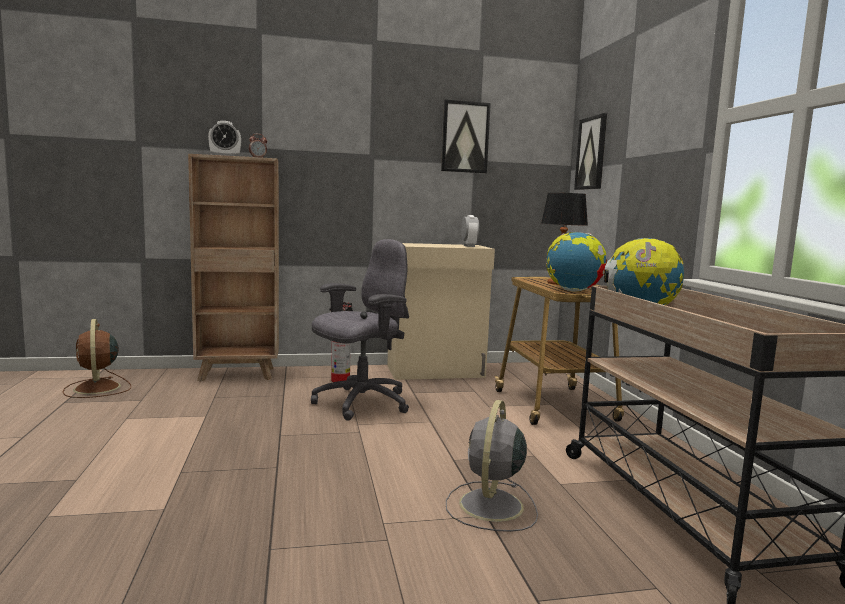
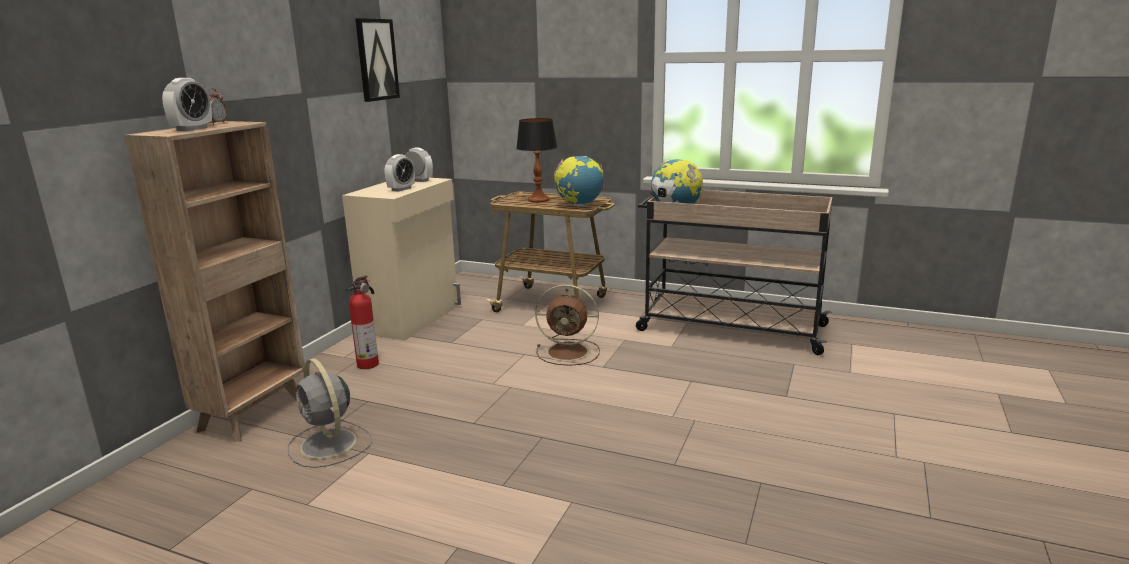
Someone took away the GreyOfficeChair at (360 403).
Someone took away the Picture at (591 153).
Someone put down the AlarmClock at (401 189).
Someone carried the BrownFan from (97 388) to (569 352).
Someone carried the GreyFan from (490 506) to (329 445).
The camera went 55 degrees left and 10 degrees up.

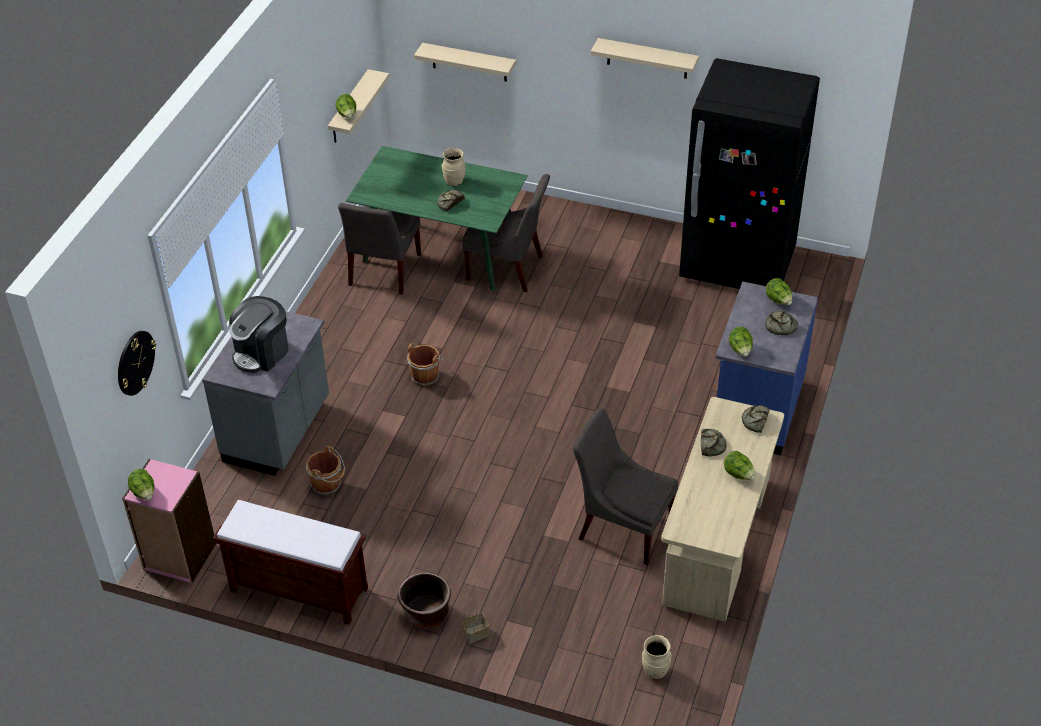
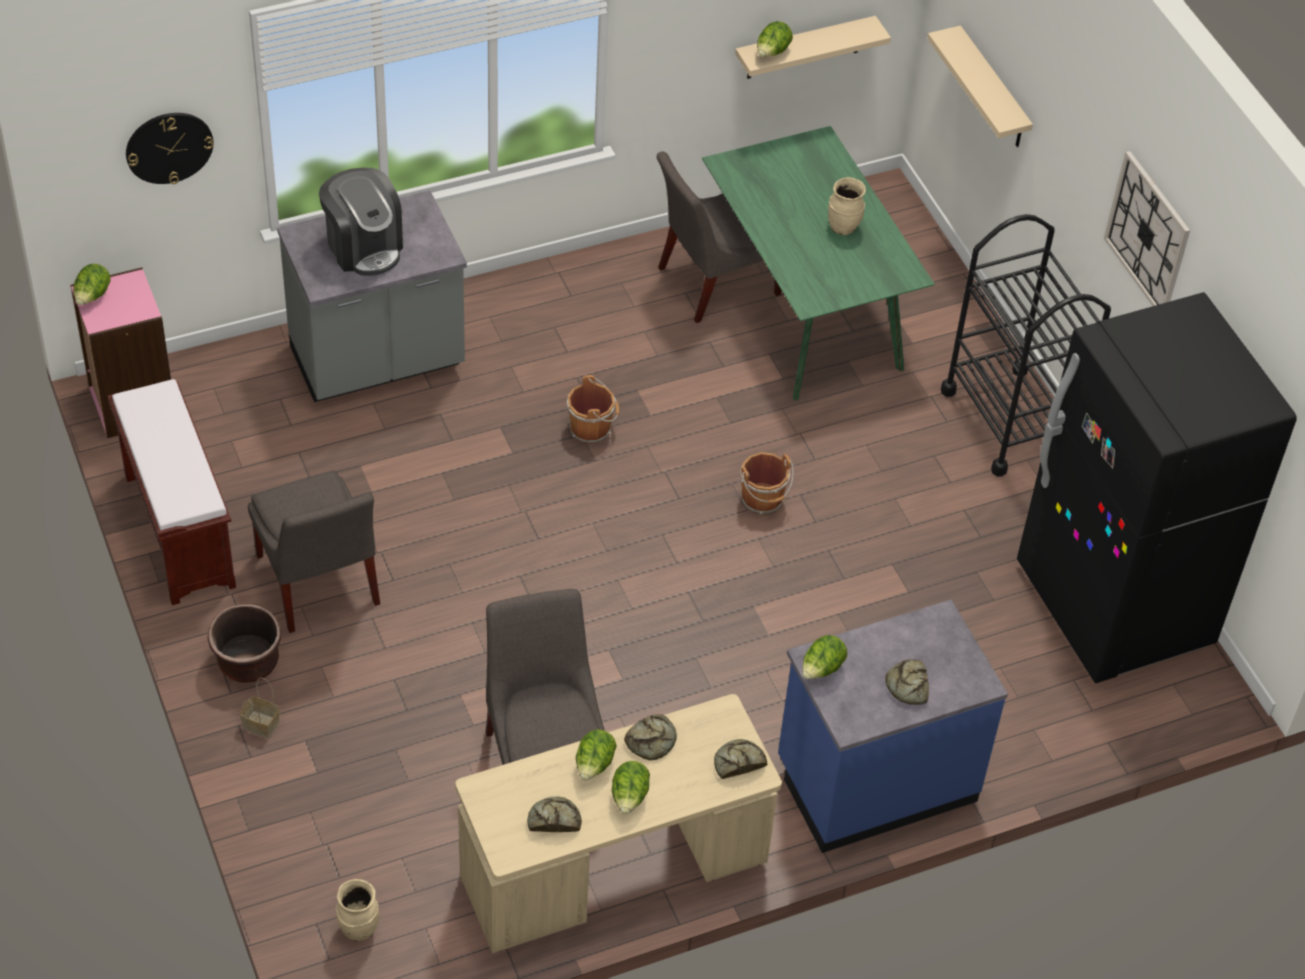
Someone put down the BlackCart at (1009 420).
Someone carried the BrownBucket from (327 484) to (763 501).
Someone carried the Bread from (449 202) to (554 819).
Someone carried the GreyChair from (508 269) to (318 584).
Someone carried the Lettuce from (778 300) to (594 765).
Someone swapped the BeigeShelf at (647 58) for the WallClock at (1148 233).
Someone rotated the CoffeeMachine at (262 352) by 120 degrees counterclockwise.
The camera went 45 degrees right and 5 degrees up.

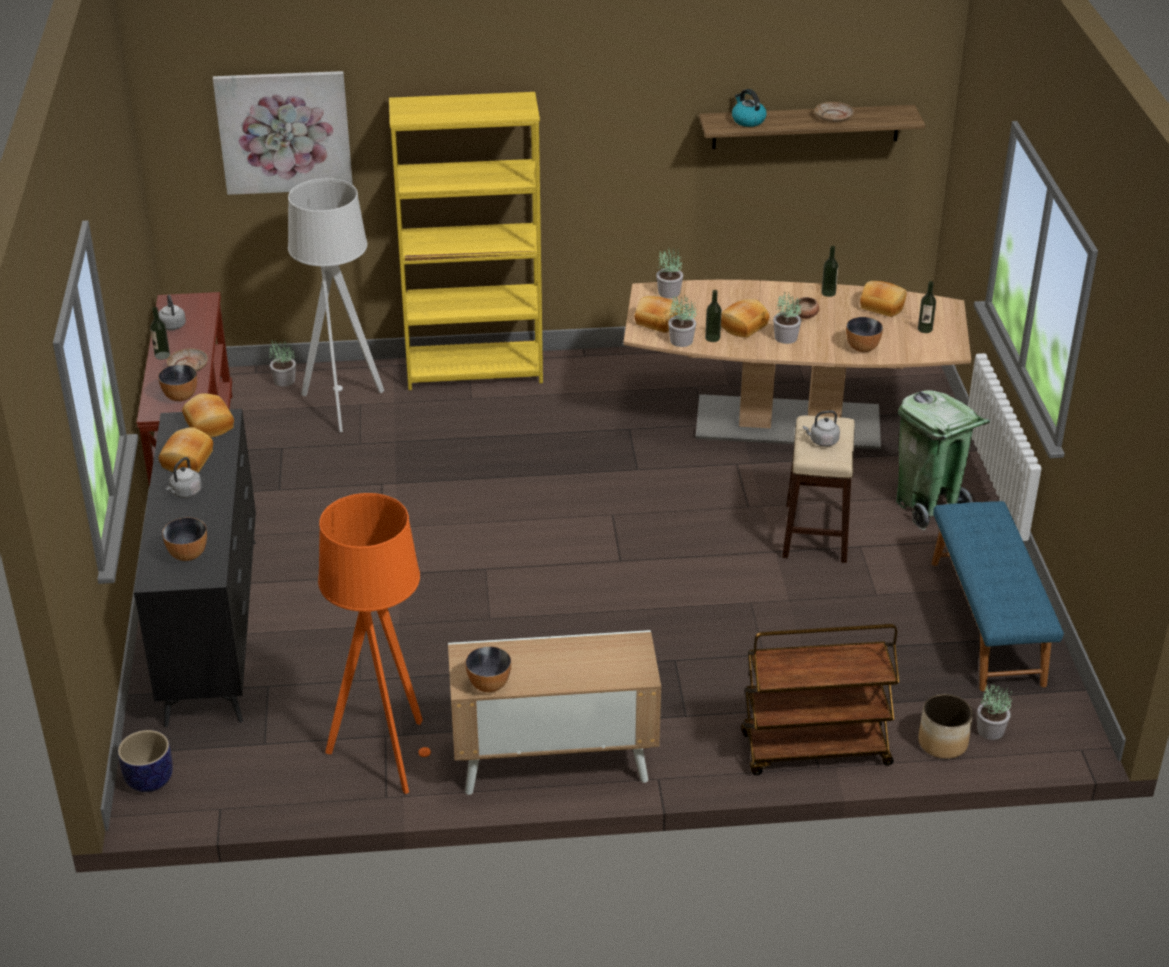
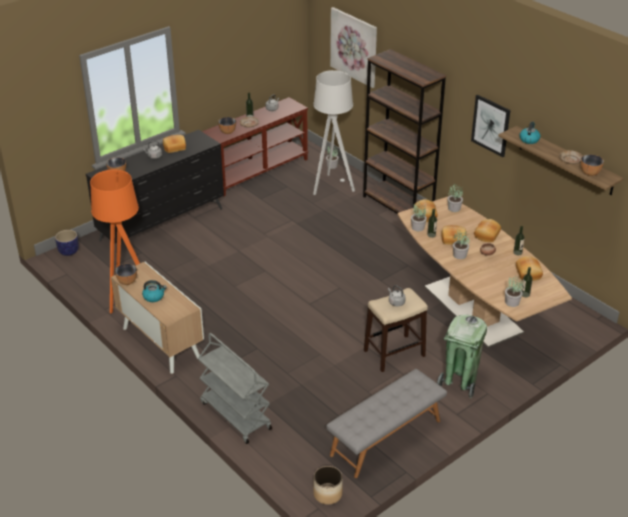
Someone put down the Kettle at (154 297).
Someone put up the Picture at (491 125).
Someone carried the Bread from (208 425) to (486 235).
Someone carried the Bowl from (862 348) to (590 173).
Someone carried the Planter from (943 743) to (327 494).
Someone carried the PottedPlant from (990 730) to (511 302).
Someone repainted the YellowBookcase at (475 371), which became the BrownBookcase at (398 206).
Someone repainted the BrownCart at (814 750), which became the GreyCart at (235 415).
Someone repainted the BlueBench at (988 622), which became the GreyBench at (386 438).
The camera went 55 degrees right and 0 degrees up.

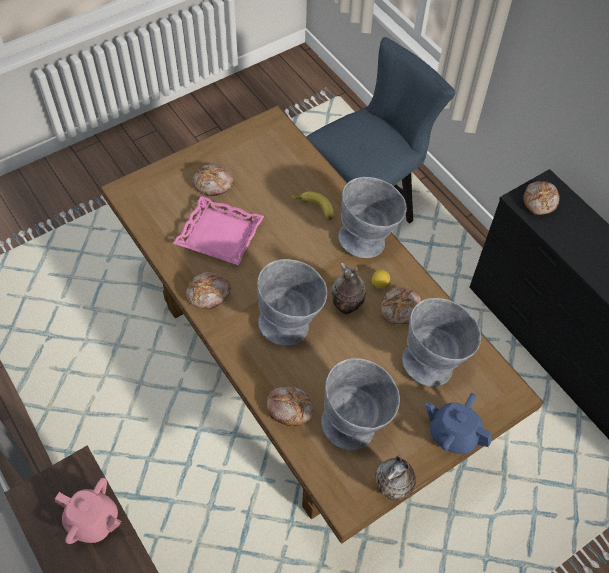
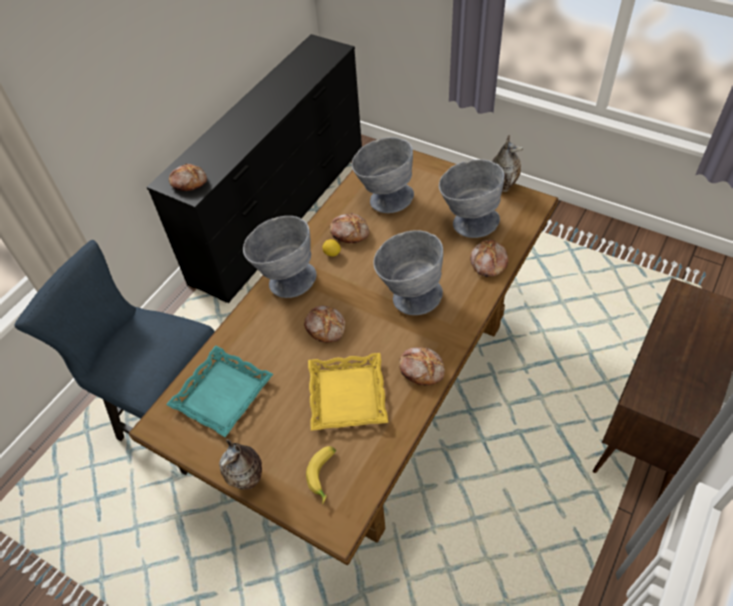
Someone took away the PinkTeapot at (93 521).
Someone took away the BlueTeapot at (453 434).
Someone put down the TurquoiseTray at (223 395).
Someone carried the Bread from (214 184) to (326 327).
Someone carried the Banana from (314 209) to (325 475).
Someone carried the Vase from (346 307) to (248 480).
Someone repainted the PinkTray at (220 234), which became the YellowTray at (346 395).
The camera went 110 degrees left and 5 degrees down.

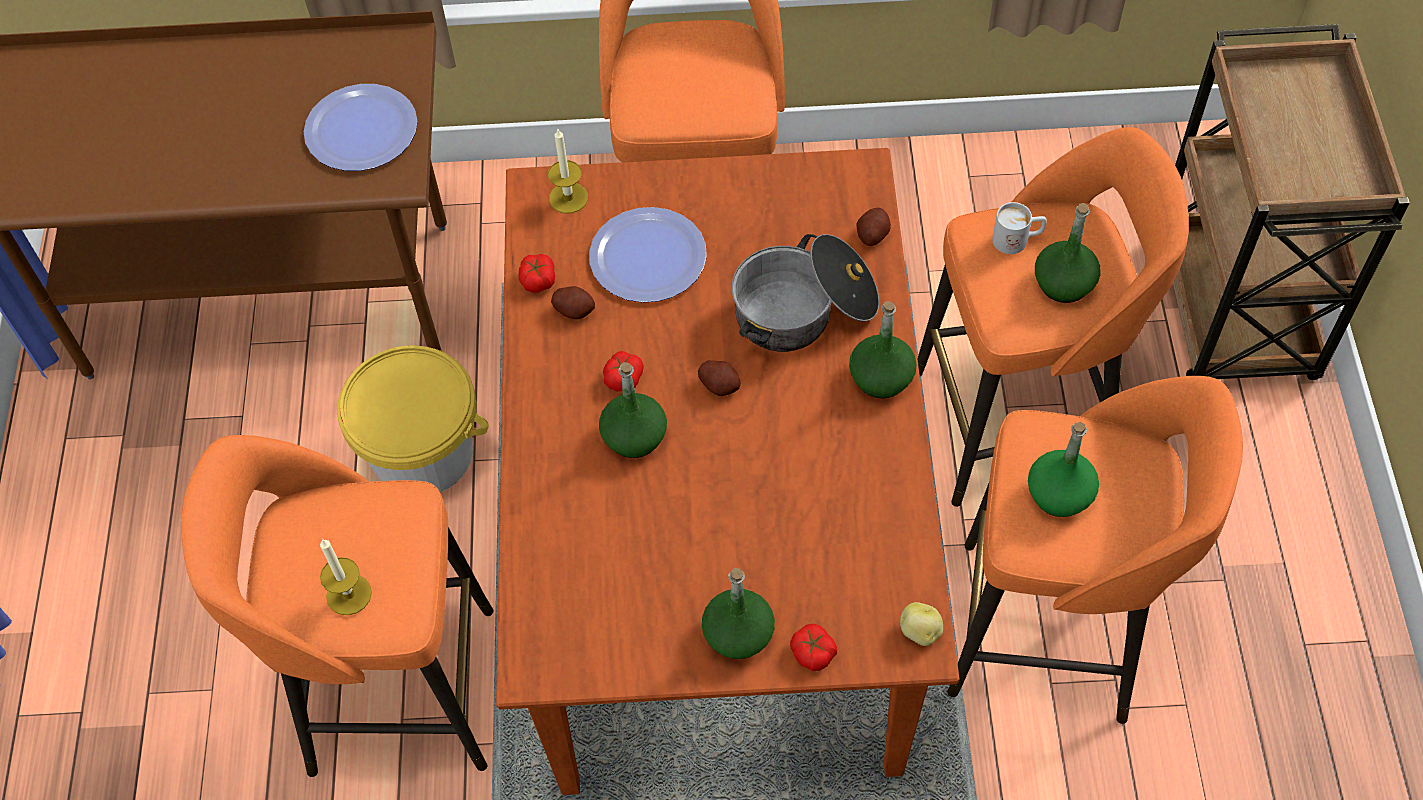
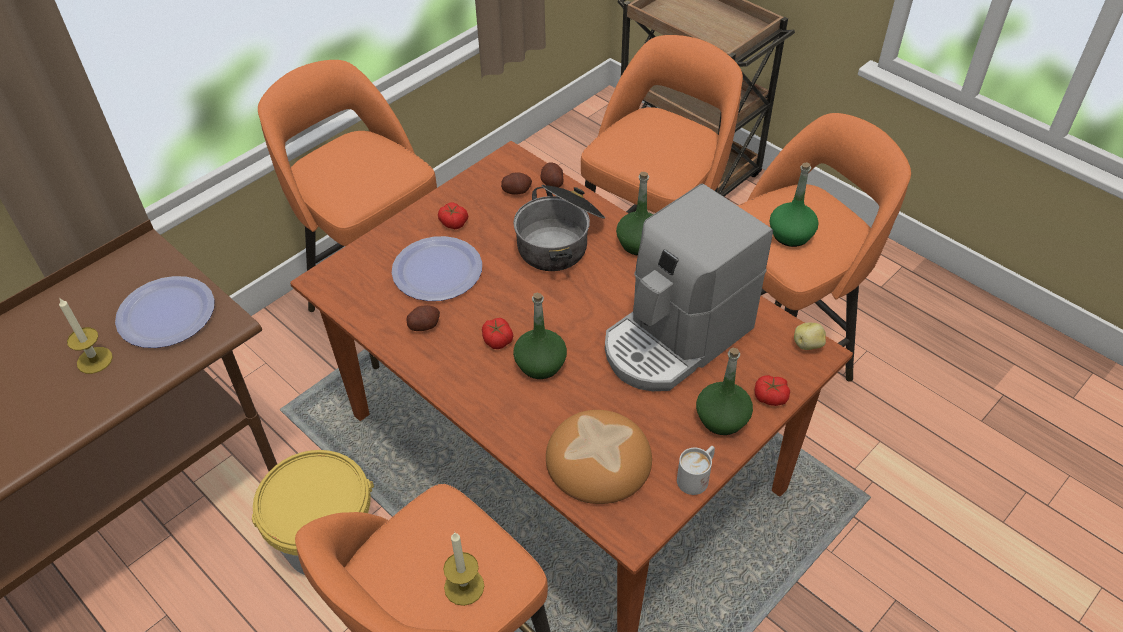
Someone took away the GreenBottle at (1064 284).
Someone put down the Bread at (599 460).
Someone put down the CoffeeMachine at (675 339).
Someone carried the Tomato from (538 280) to (453 222).
Someone carried the Candle from (568 198) to (94 360).
Someone carried the Potato from (720 385) to (516 191).
Someone carried the WhiteMug from (1017 240) to (697 476).
The camera went 45 degrees left and 10 degrees down.

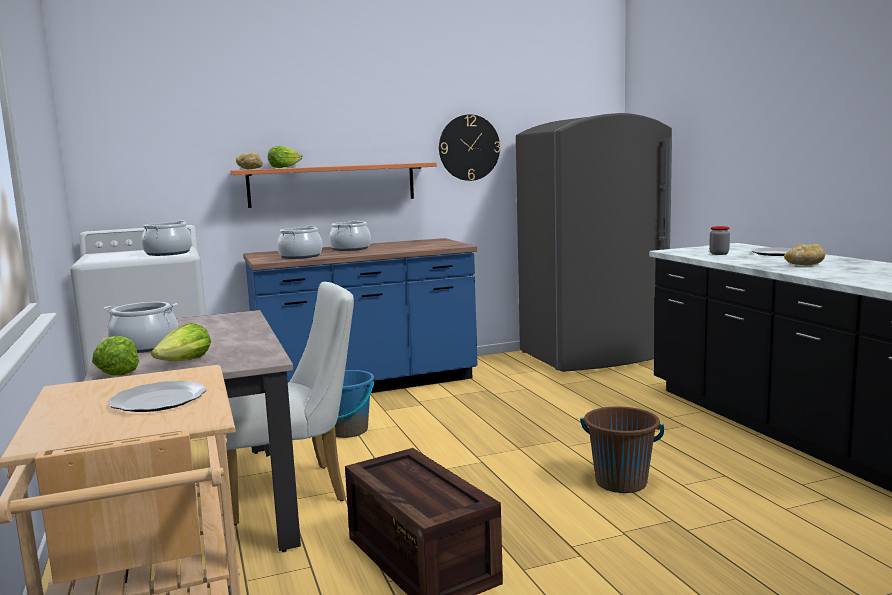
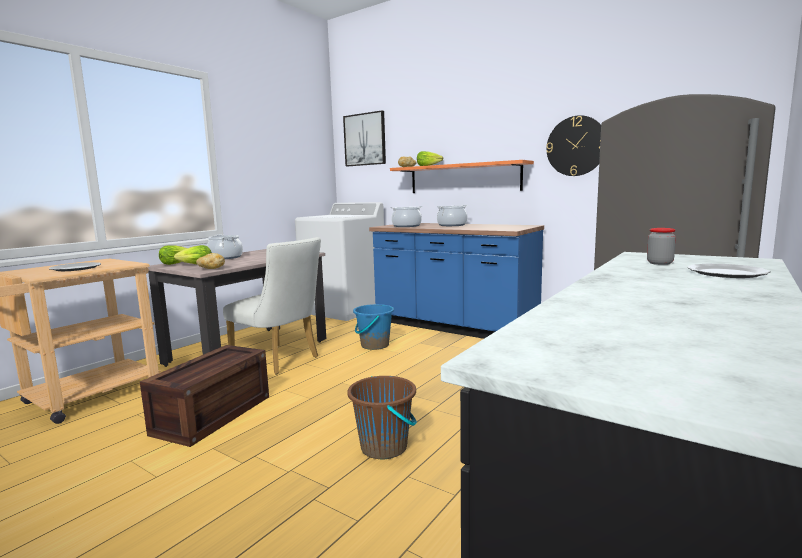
Someone took away the CookingPot at (168 253).
Someone put up the Picture at (365 139).
Someone carried the Bread from (804 265) to (211 268).
The camera went 55 degrees right and 0 degrees up.

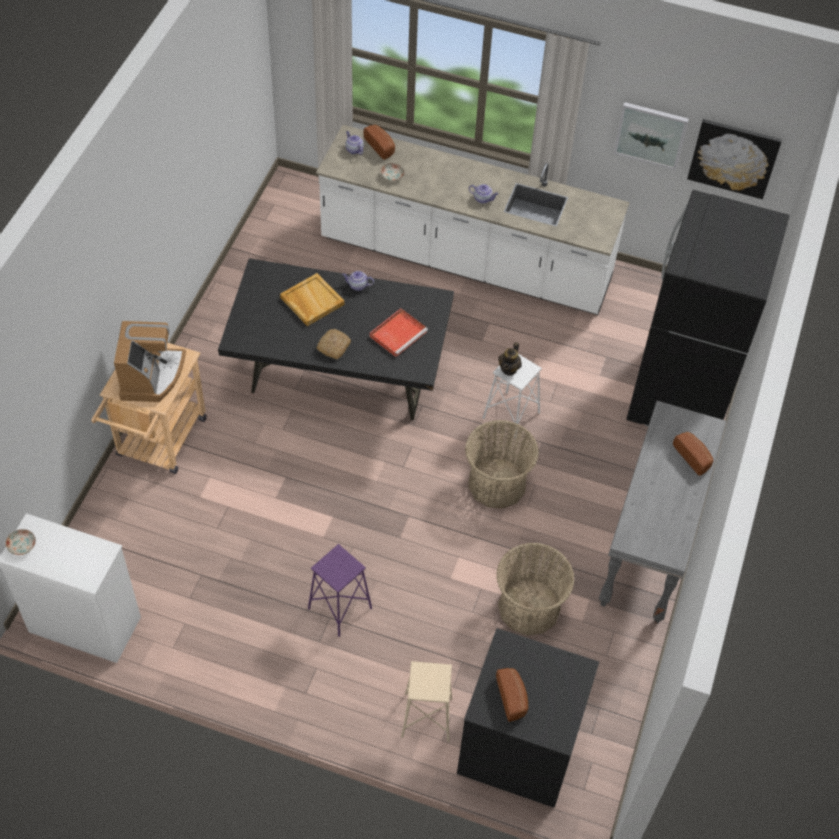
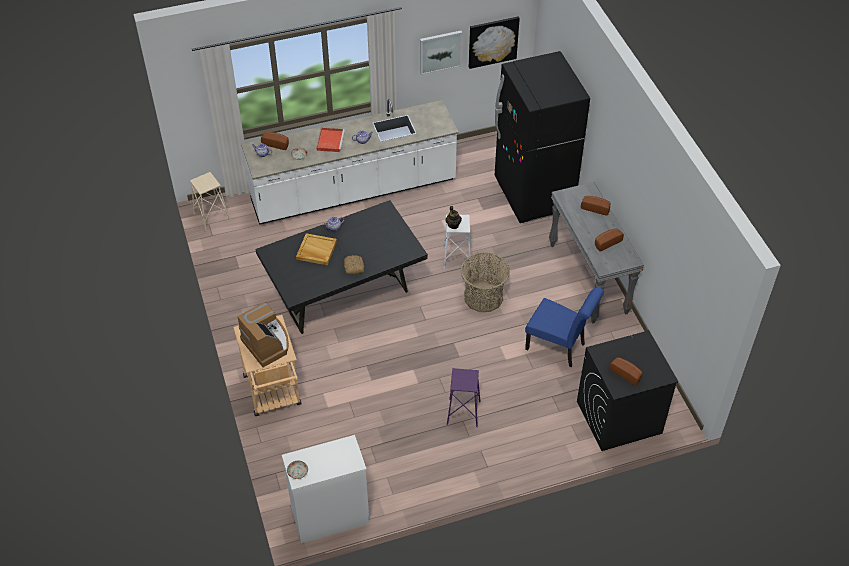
Someone put down the Bread at (606 242).
Someone carried the RedTray from (398 333) to (330 140).
Someone carried the BeigeStool from (426 717) to (211 217).
Someone swapped the Basket at (529 607) for the BlueChair at (559 347).
The camera went 35 degrees left and 5 degrees down.

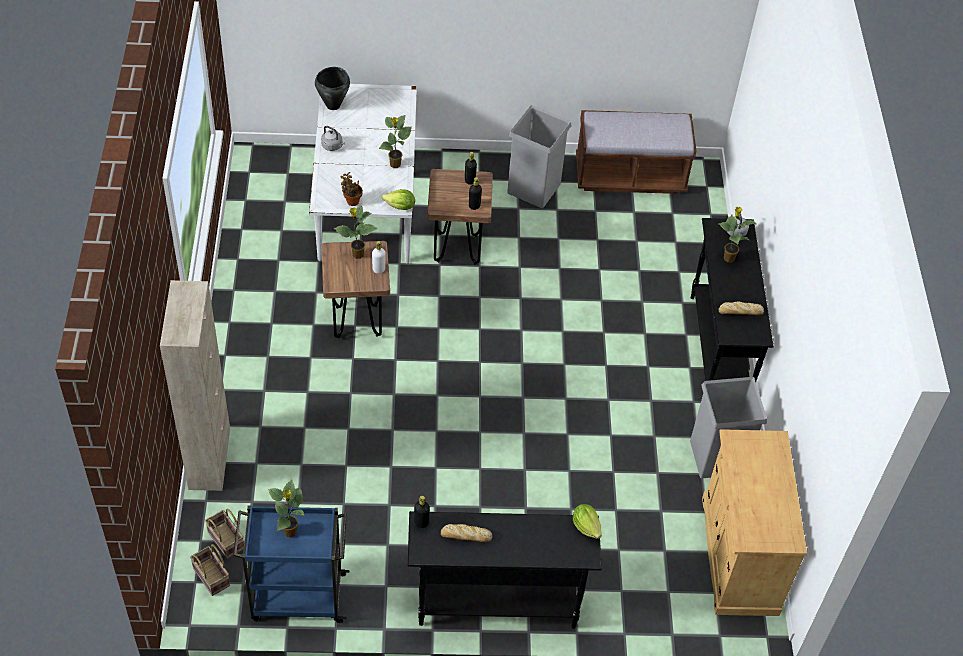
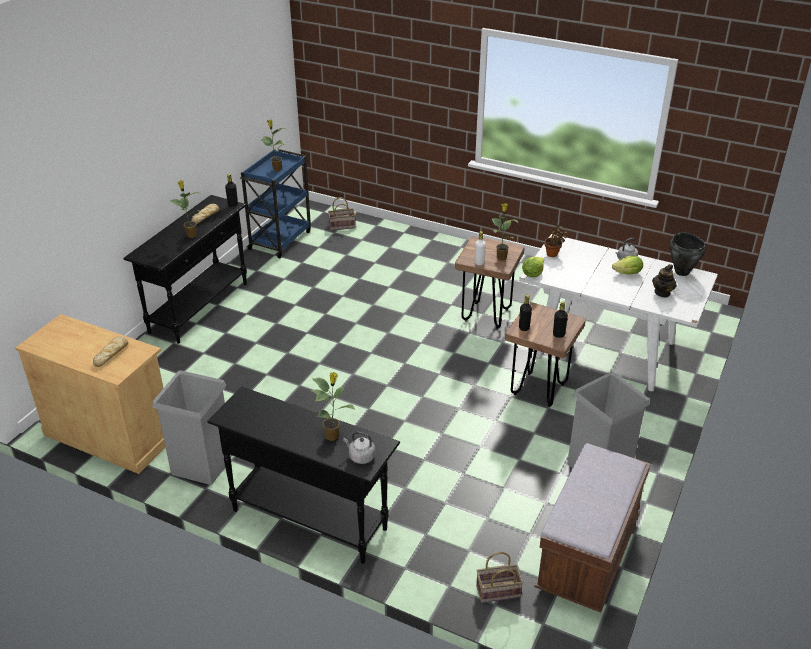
Someone took away the BeigeCabinet at (210 458).
Someone put down the Teapot at (662 292).
Someone carried the Basket from (212 577) to (497 592).
Someone carried the PottedPlant from (395 165) to (191 235).
Someone carried the Lettuce from (586 526) to (628 273).
Someone carried the Bread from (739 312) to (112 353).
The camera went 120 degrees right and 15 degrees down.

